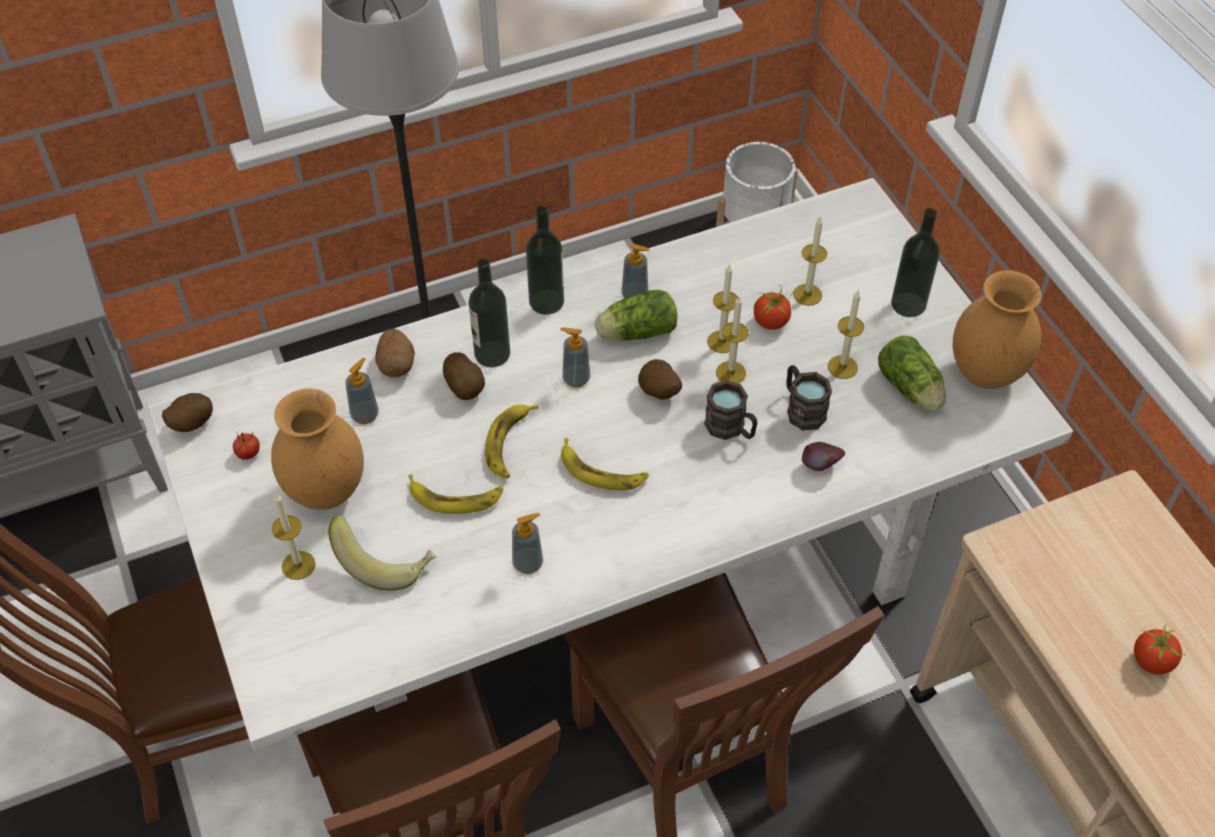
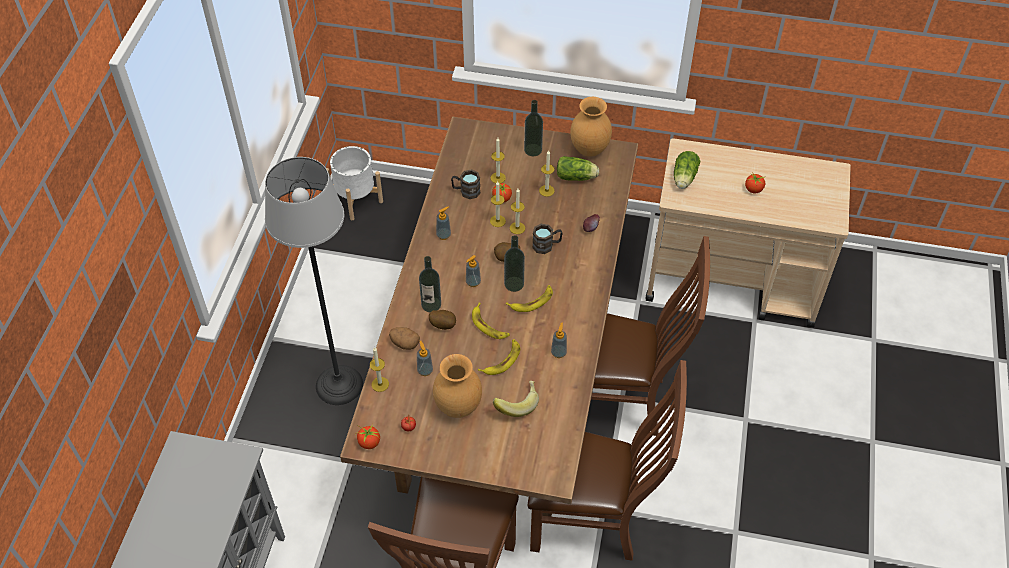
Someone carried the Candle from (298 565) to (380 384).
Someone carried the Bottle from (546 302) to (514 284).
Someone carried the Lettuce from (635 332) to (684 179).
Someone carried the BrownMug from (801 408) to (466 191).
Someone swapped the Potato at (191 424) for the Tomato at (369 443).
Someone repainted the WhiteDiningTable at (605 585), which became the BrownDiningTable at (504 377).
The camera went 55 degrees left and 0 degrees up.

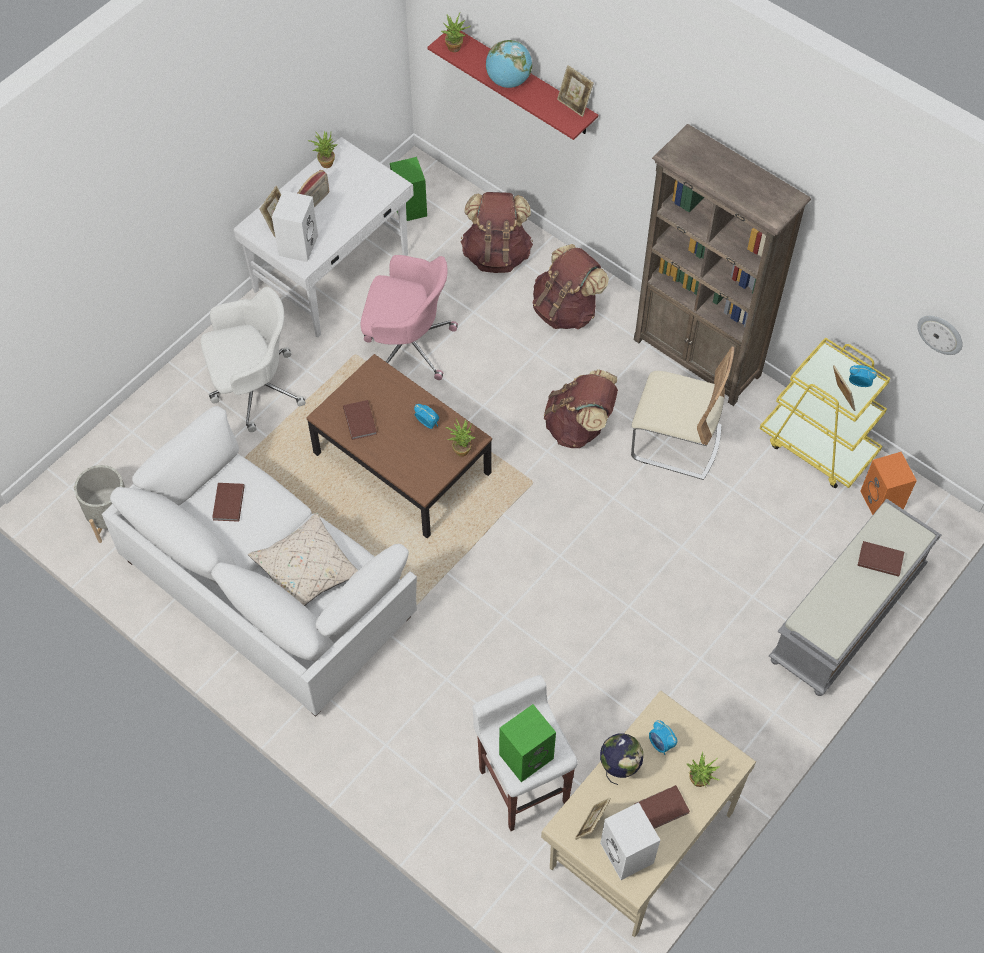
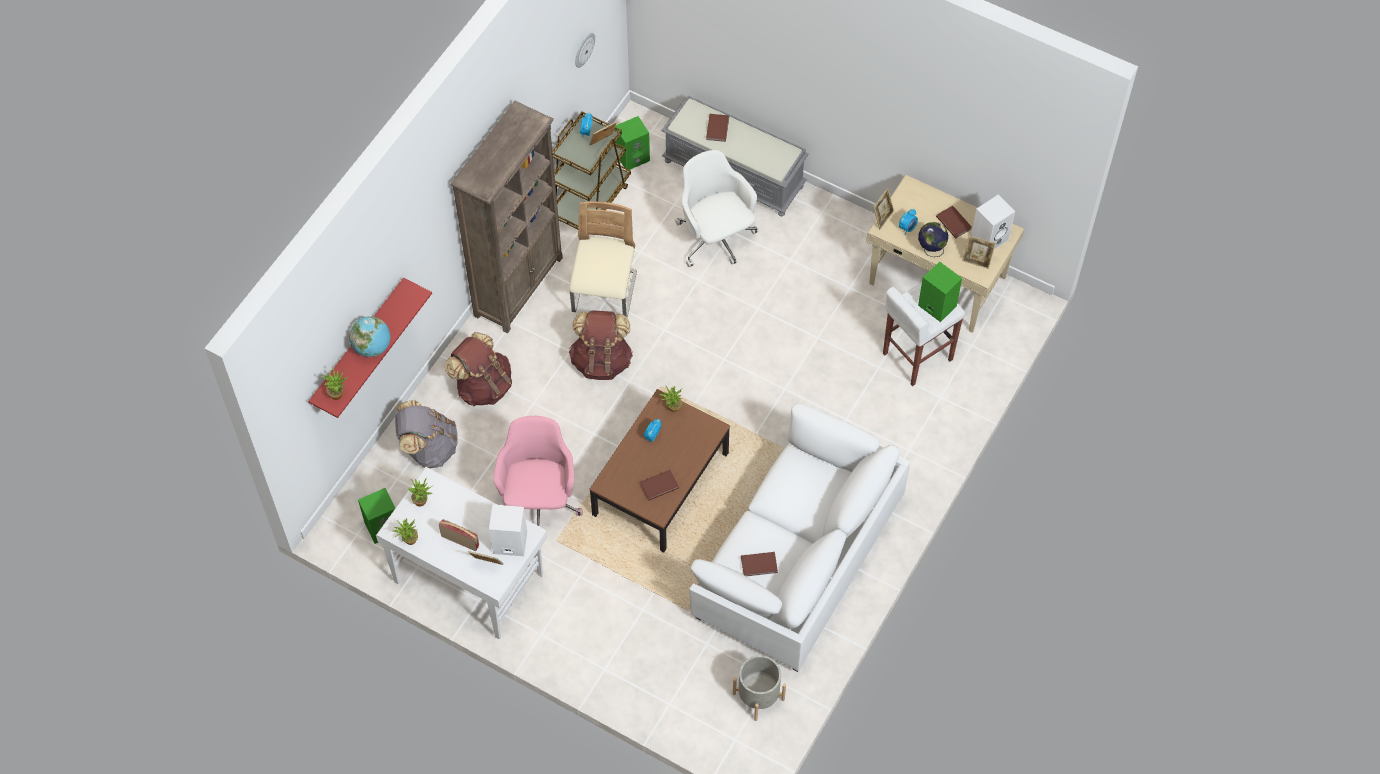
Someone took away the BeigePillow at (306 571).
Someone carried the WhiteOfficeChair from (254 388) to (716 238).
Someone carried the PictureFrame from (574 105) to (882 217).
Someone carried the PottedPlant from (699 783) to (422 501).
Someone repainted the BrownBackpack at (497 254), which became the GreyBackpack at (429 448).
Someone repainted the YellowCart at (818 446), which became the BrownCart at (590 199).
Someone repainted the OrangeSpeaker at (882 501), which became the GreenSpeaker at (633 156).
The camera went 100 degrees left and 0 degrees up.

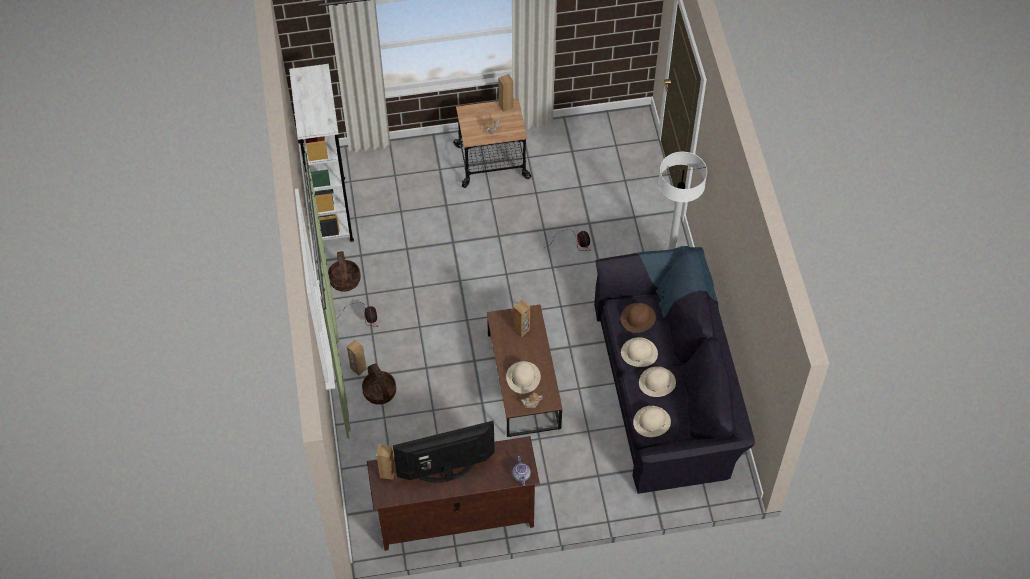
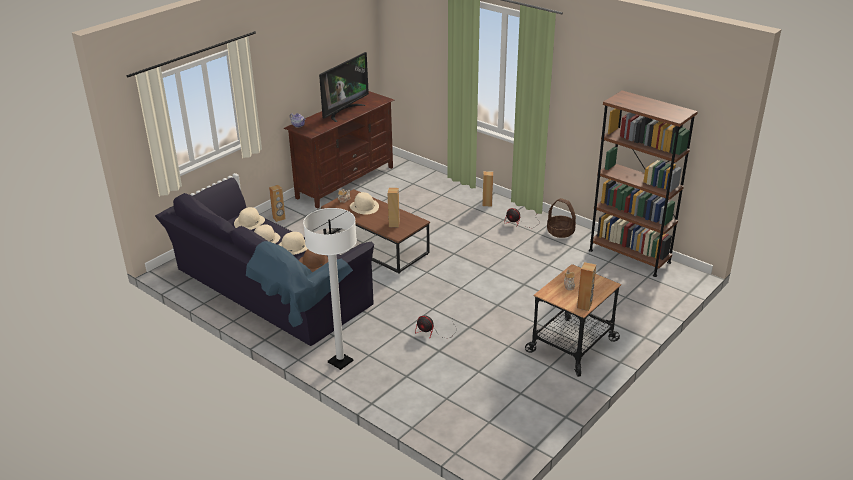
Someone took away the Basket at (379 391).
Someone carried the BrownSpeaker from (387 473) to (279 218).
Someone repainted the WhiteBookcase at (331 211), which became the BrownBookcase at (629 256).
The camera went 140 degrees right and 25 degrees down.

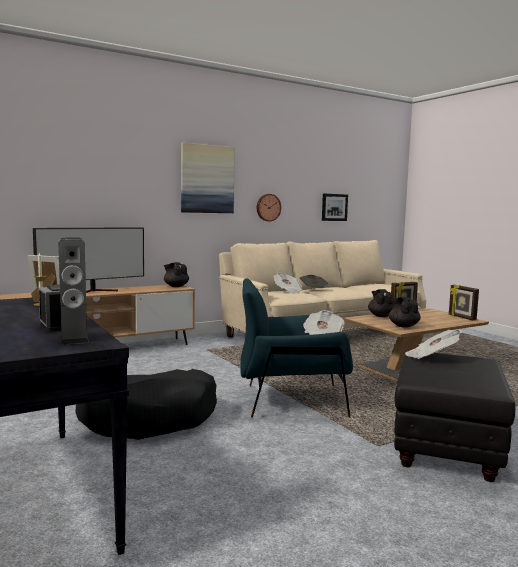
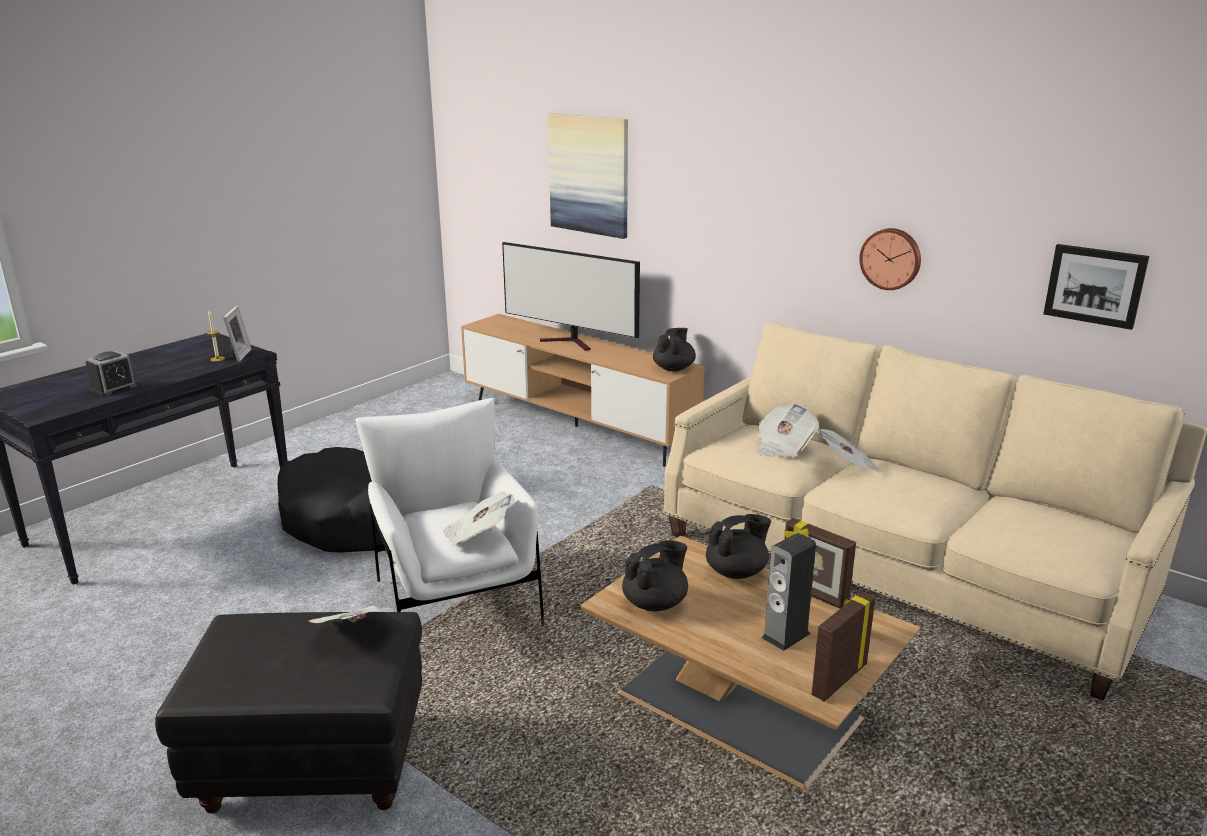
Someone carried the Speaker from (73 338) to (785 635).
Someone carried the Picture from (207 179) to (589 175).
Someone repainted the BlueArmchair at (291 400), which became the WhiteArmchair at (456 599).
The camera went 70 degrees right and 15 degrees up.

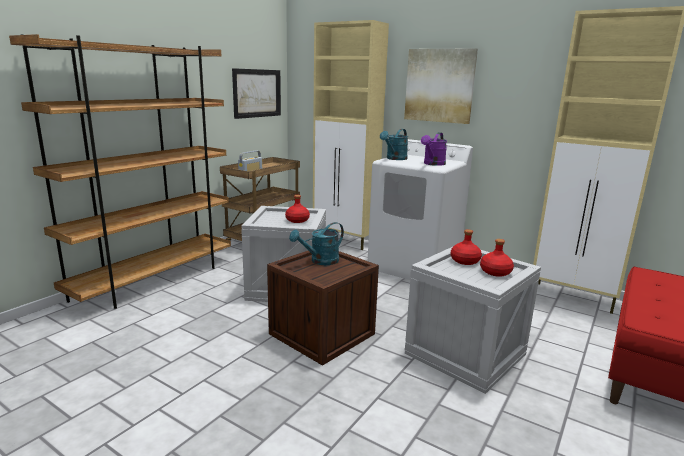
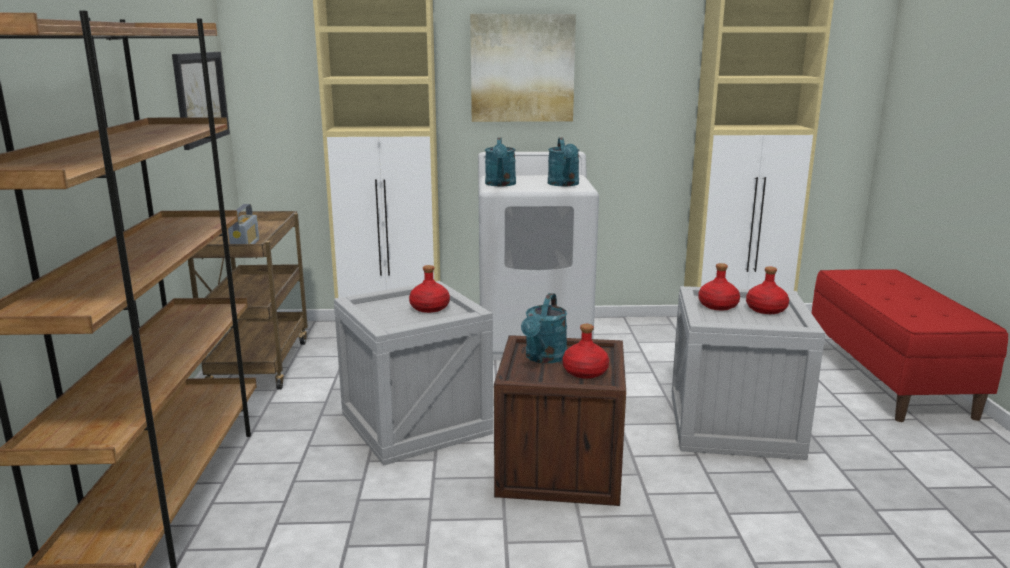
Someone put down the RedBottle at (585 372).
Someone repainted the PurpleWateringCan at (433 164), which became the TurquoiseWateringCan at (564 184).
The camera went 35 degrees left and 0 degrees up.

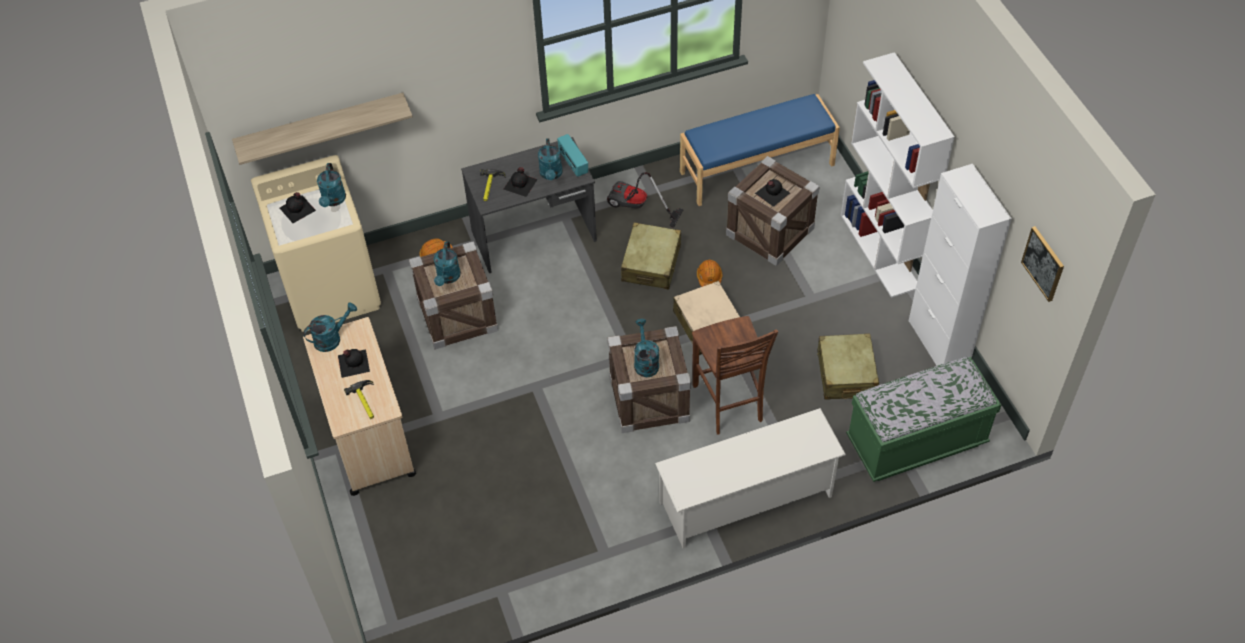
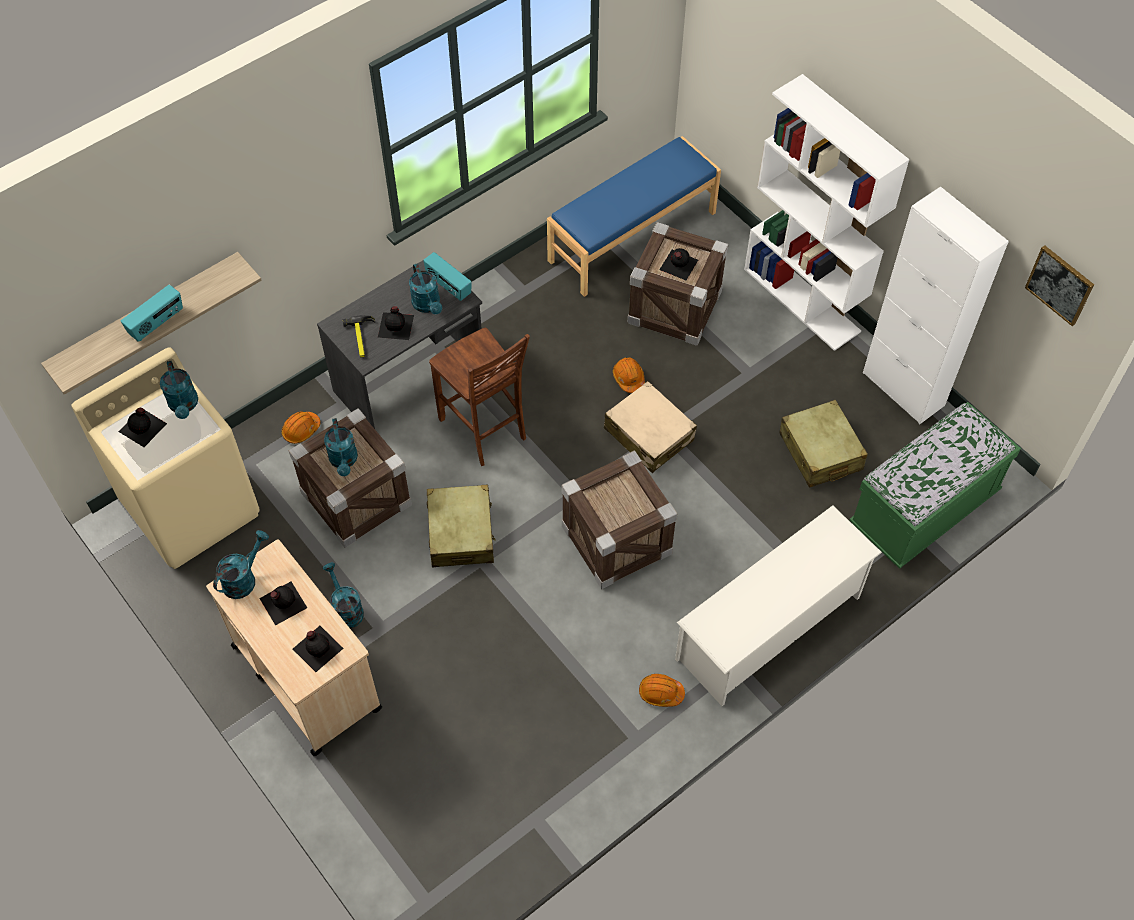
Someone took away the VacuumCleaner at (637 208).
Someone put down the Radio at (157 323).
Someone put down the OrangeHardHat at (660 693).
Someone carried the BeigeSuitcase from (651 263) to (461 533).
Someone carried the TurquoiseWateringCan from (645 361) to (346 609).
Someone carried the BrownChair from (728 404) to (484 430).
Someone swapped the Hammer at (366 402) for the BlackBottle at (318 647).
The camera went 20 degrees left and 5 degrees up.

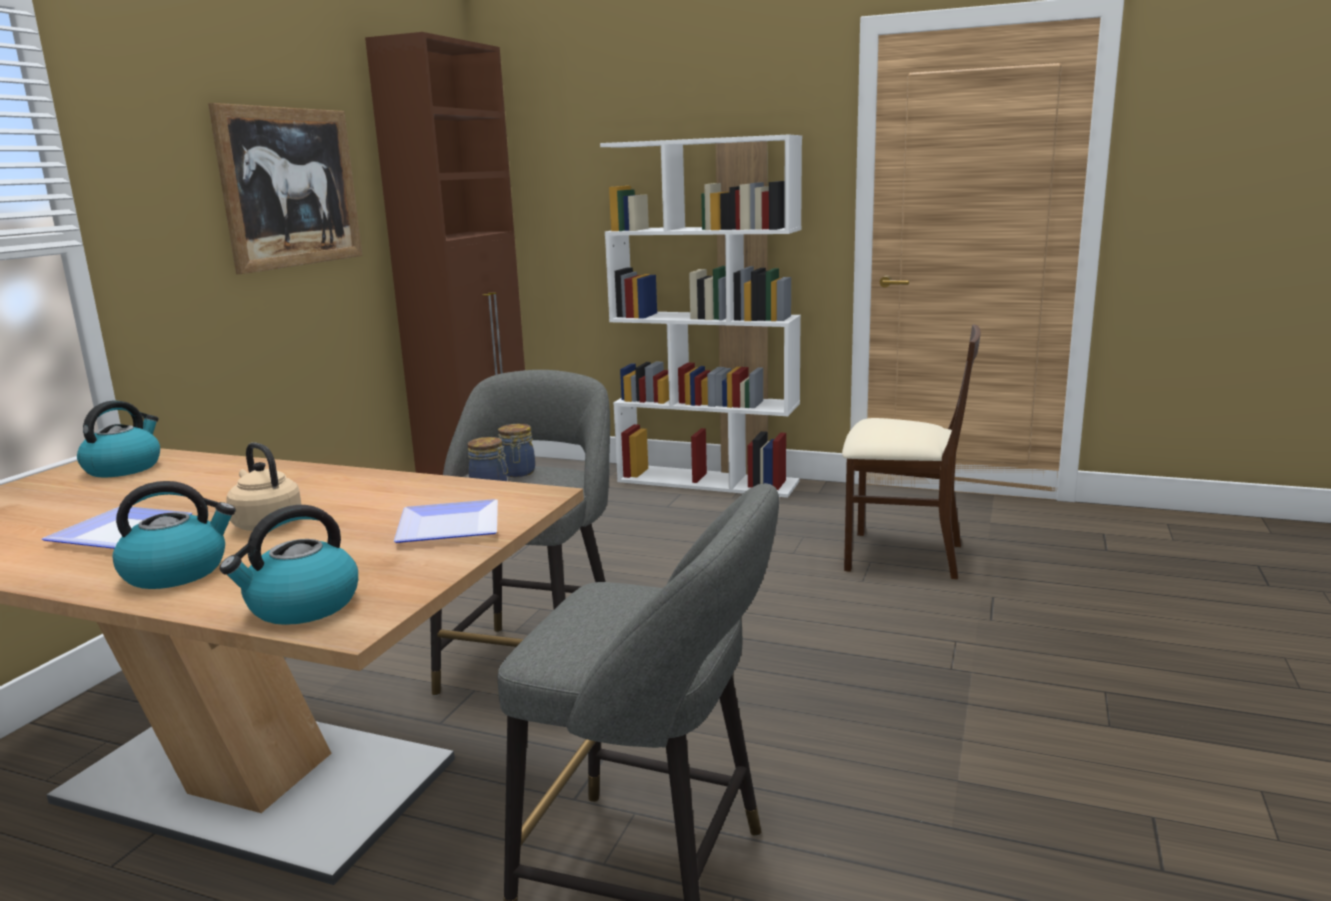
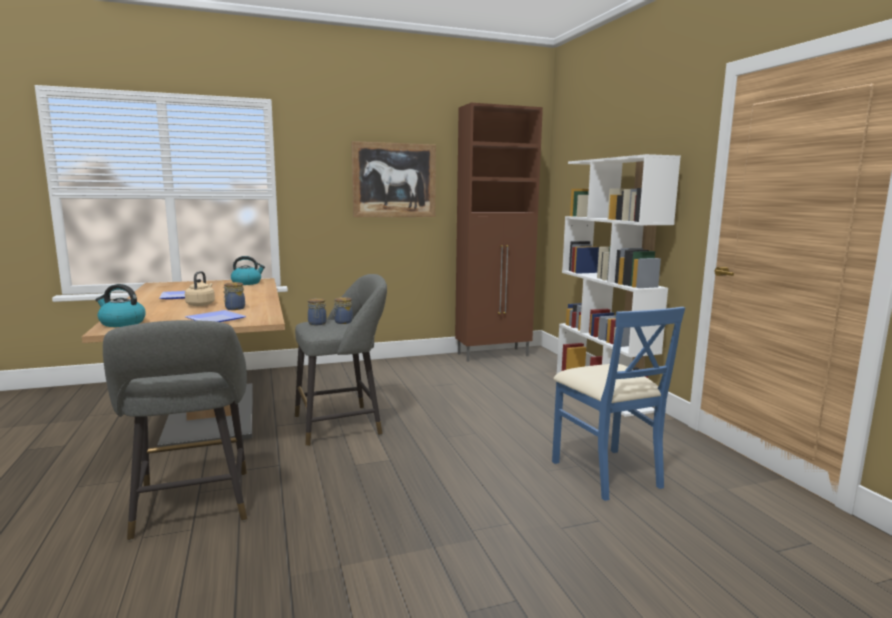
Someone took away the Kettle at (177 572).
Someone put down the Jar at (234 308).
Someone repainted the BeigeChair at (901 556), which became the BlueChair at (606 472).
The camera went 50 degrees right and 5 degrees down.

